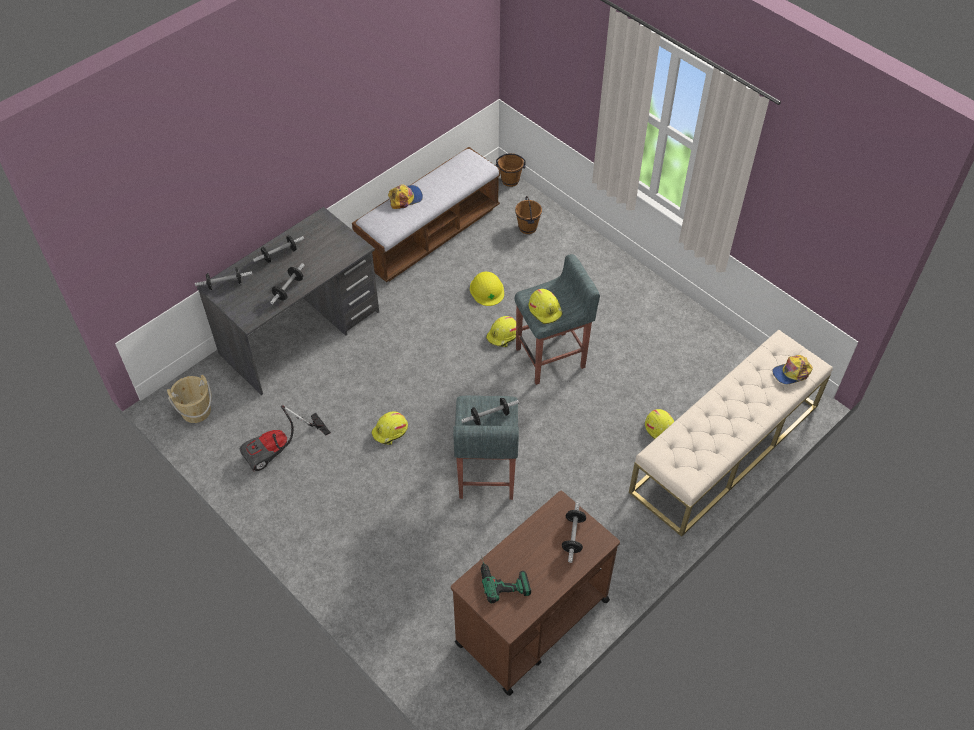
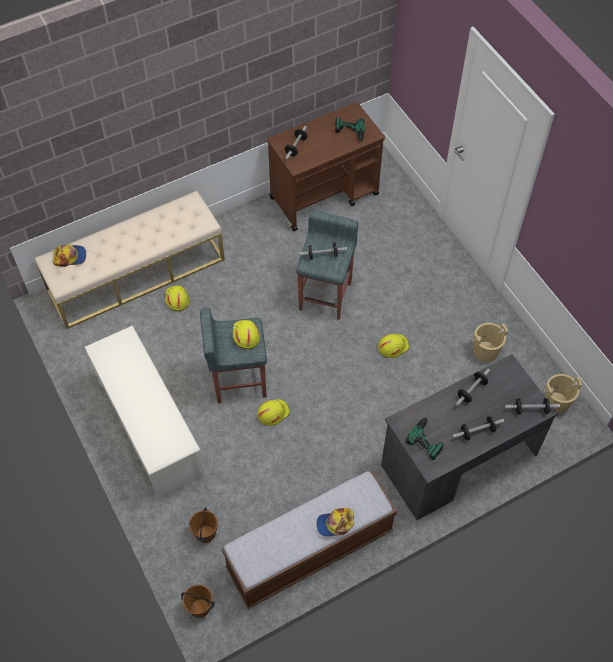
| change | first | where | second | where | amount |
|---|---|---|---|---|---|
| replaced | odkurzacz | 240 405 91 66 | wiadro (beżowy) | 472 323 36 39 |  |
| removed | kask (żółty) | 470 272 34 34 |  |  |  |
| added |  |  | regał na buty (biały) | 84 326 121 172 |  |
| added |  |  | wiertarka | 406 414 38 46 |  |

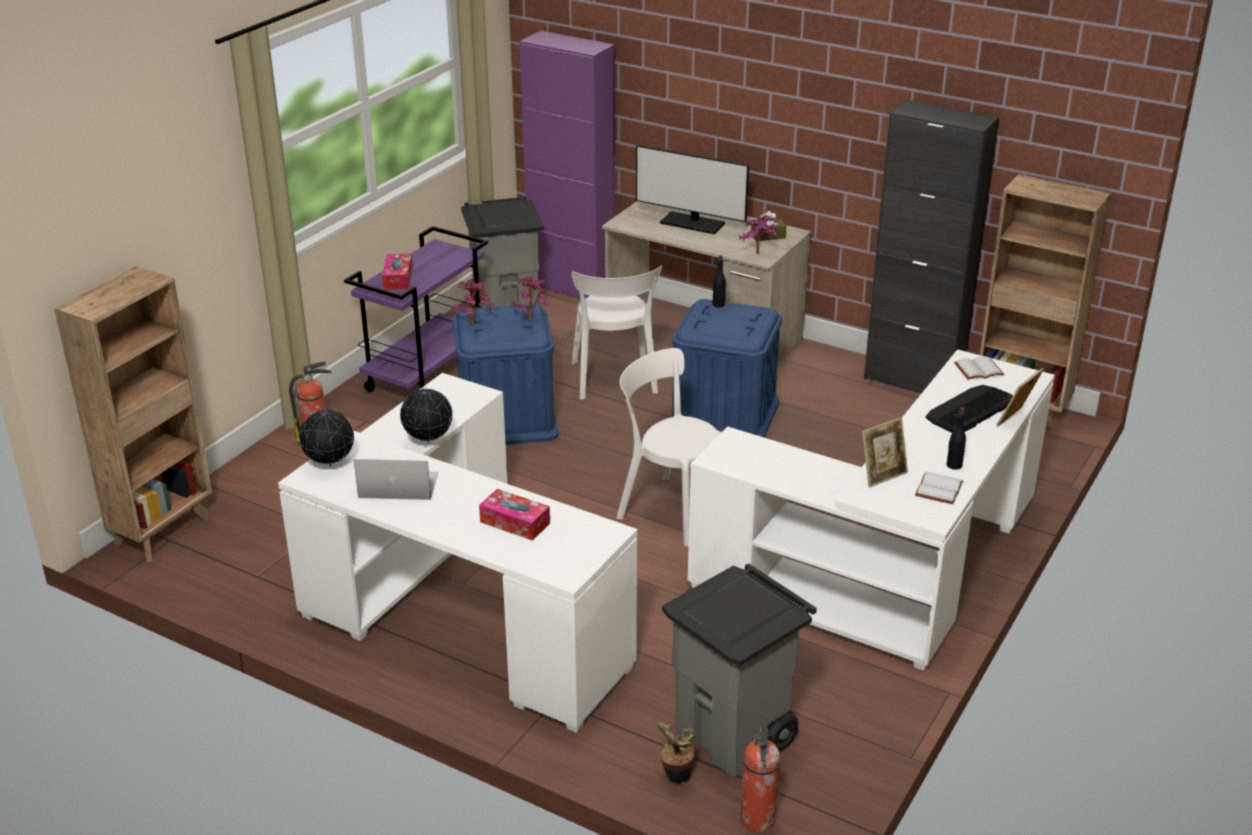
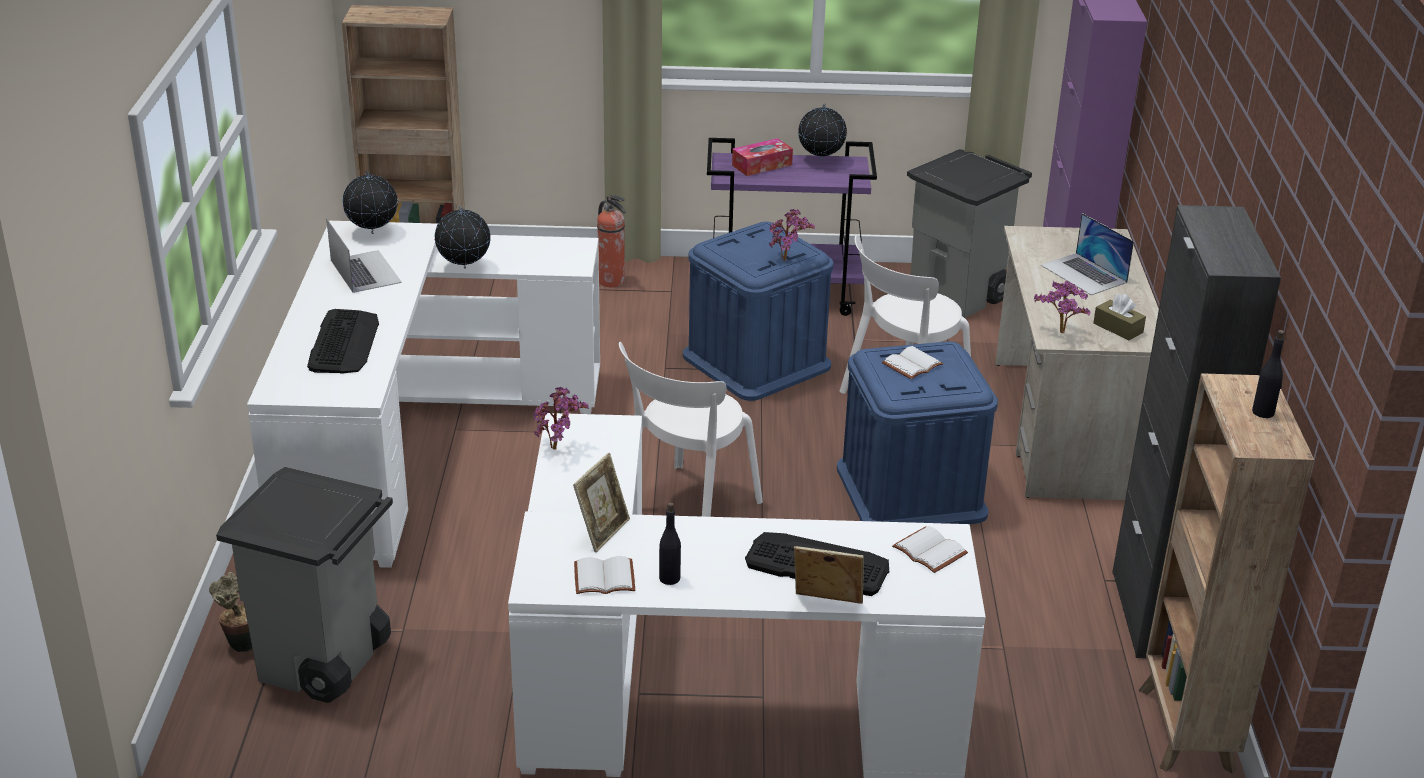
| change | first | where | second | where | amount |
|---|---|---|---|---|---|
| moved | roślina doniczkowa | 453 278 41 46 |  | 534 387 55 62 |  |
| replaced | pudełko chusteczek | 479 489 71 52 | klawiatura | 307 309 72 65 |  |
| turned | krzesło (biały) | 616 348 106 198 |  | 619 342 144 175 | 150 degrees counterclockwise |
| replaced | monitor | 636 145 113 89 | laptop | 1041 213 93 82 |  |
| moved | butelka (czarny) | 713 255 13 53 |  | 1252 330 33 88 |  |
| removed | gaśnica | 741 727 39 105 |  |  |  |
| turned | ramka na zdjęcie | 862 417 46 71 |  | 573 453 57 100 | 90 degrees counterclockwise |
| added |  |  | globus | 798 103 49 58 |  |
| added |  |  | książka (biały) | 882 346 61 33 |  |

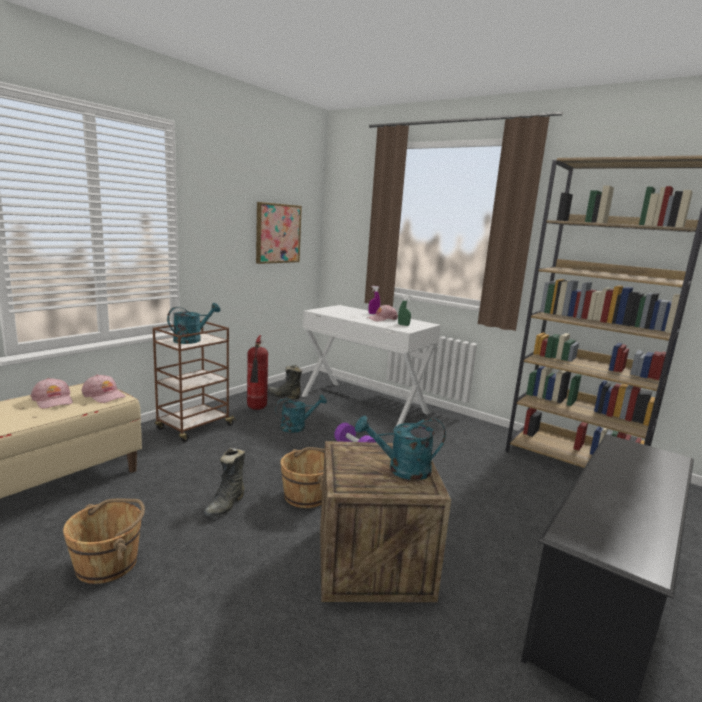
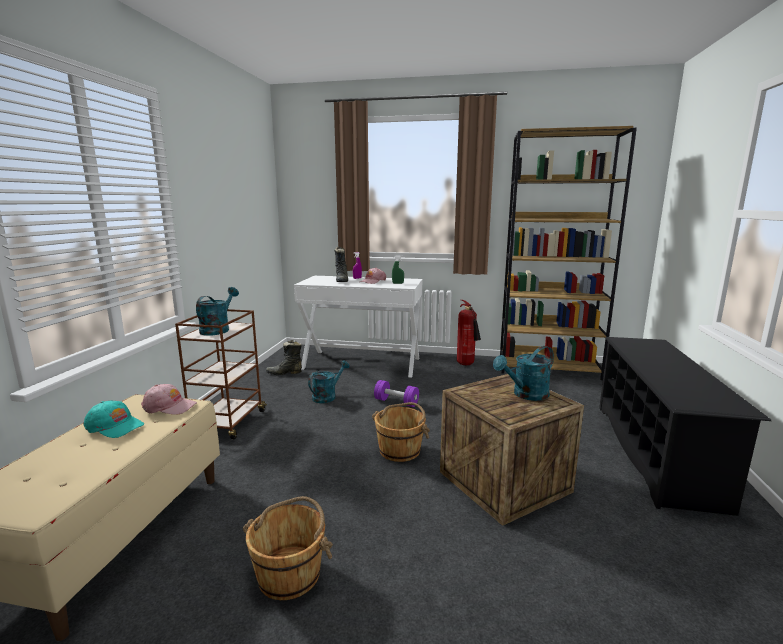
| change | first | where | second | where | amount |
|---|---|---|---|---|---|
| recoloured | czapka z daszkiem (różowy) | 31 378 42 31 | czapka z daszkiem (turkusowy) | 84 401 60 37 |  |
| moved | but z cholewką (czarny) | 203 448 42 69 |  | 335 247 13 35 |  |
| moved | gaśnica | 247 335 21 75 |  | 457 300 24 65 |  |
| removed | obraz | 256 202 46 62 |  |  |  |

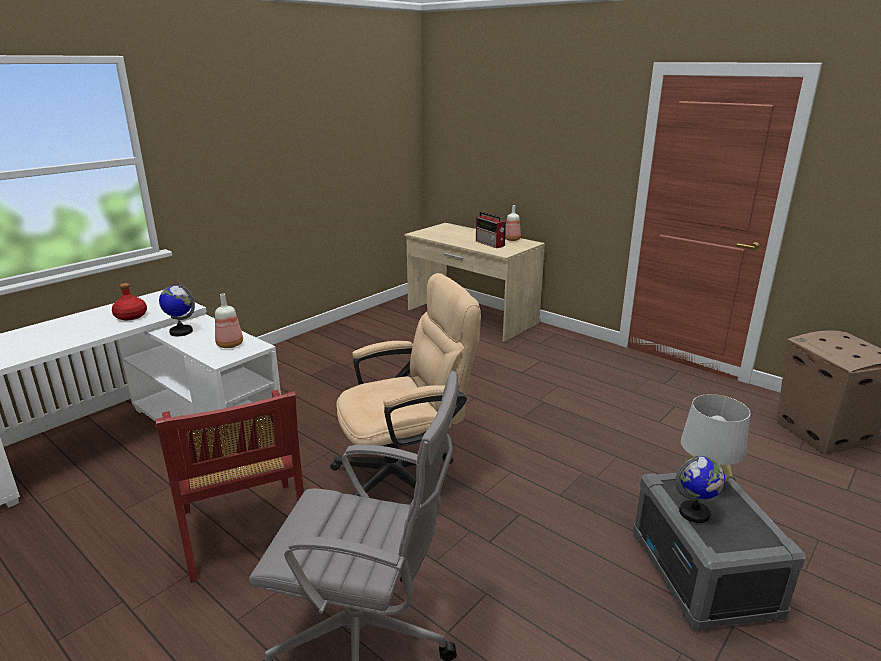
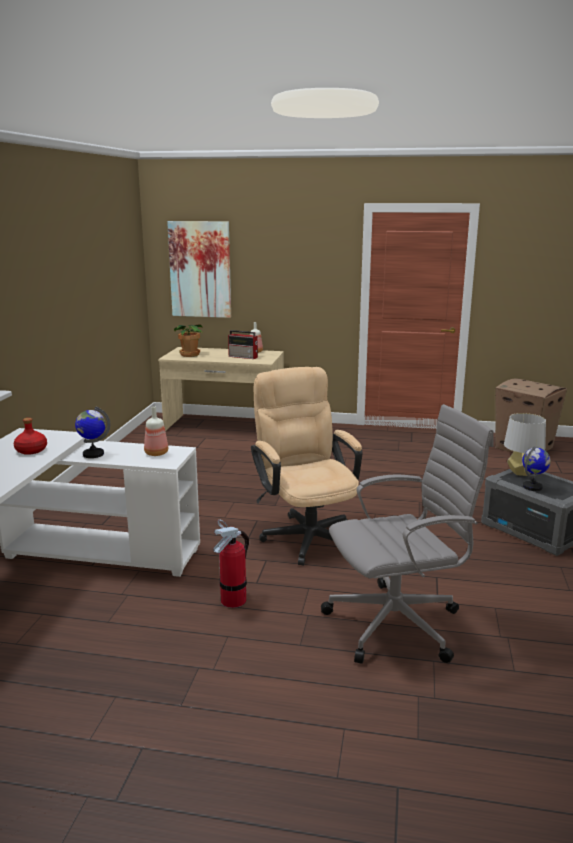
| change | first | where | second | where | amount |
|---|---|---|---|---|---|
| replaced | krzesło (czerwony) | 155 390 149 192 | gaśnica | 213 520 36 88 |  |
| turned | krzesło biurowe (beżowy) | 330 273 151 223 |  | 251 367 112 199 | 60 degrees counterclockwise |
| added |  |  | obraz | 167 221 64 97 |  |
| added |  |  | roślina doniczkowa | 174 324 29 33 |  |

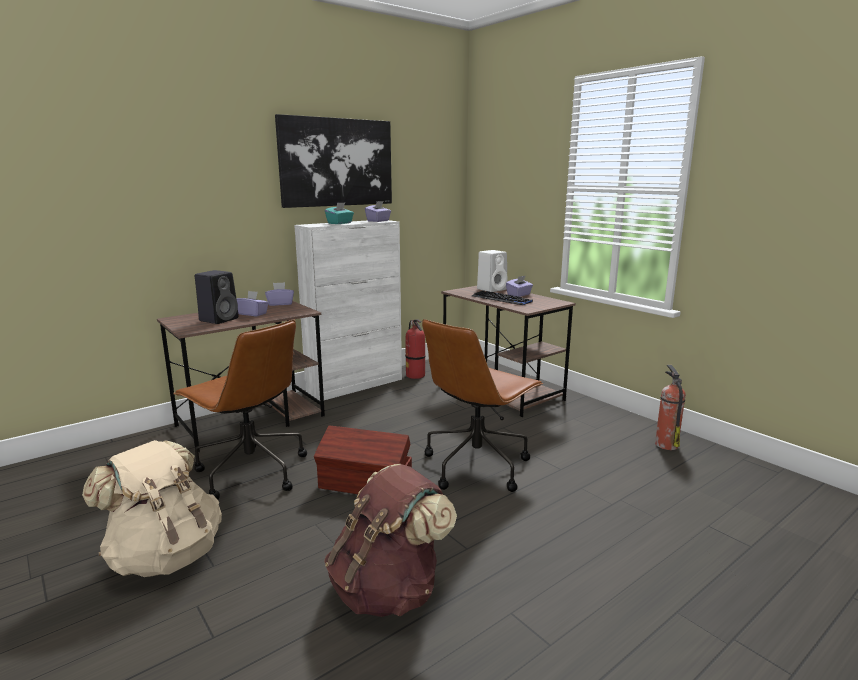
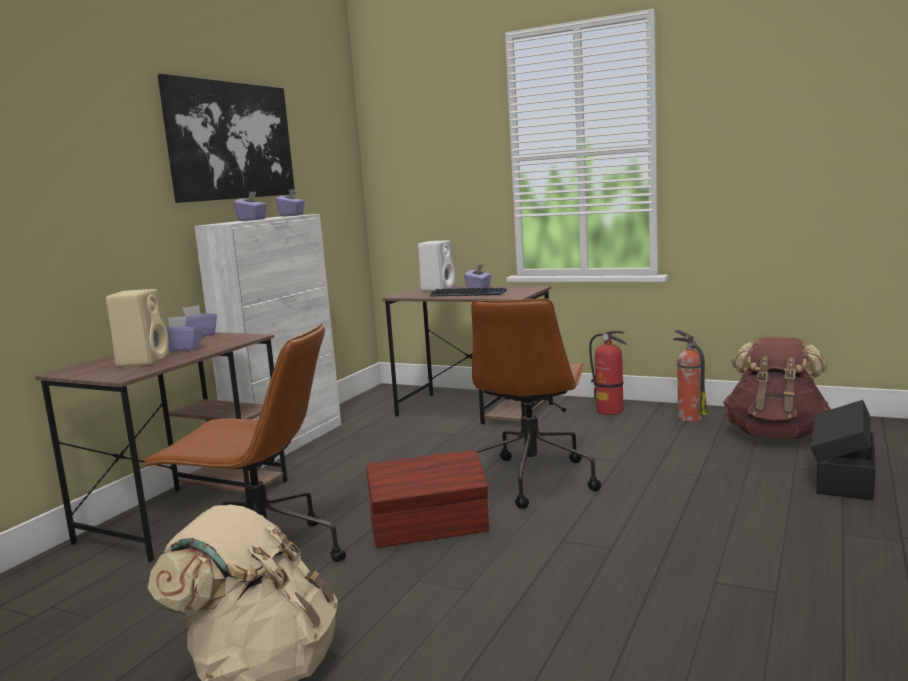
| change | first | where | second | where | amount |
|---|---|---|---|---|---|
| recoloured | głośnik (czarny) | 195 270 44 54 | głośnik (beżowy) | 106 289 63 78 |  |
| moved | plecak (brązowy) | 324 464 133 153 |  | 723 337 108 102 |  |
| recoloured | pudełko chusteczek (turkusowy) | 325 202 29 22 | pudełko chusteczek (fioletowy) | 234 191 34 30 |  |
| moved | gaśnica | 405 319 20 60 |  | 589 331 37 84 |  |
| added |  |  | pojemnik do przechowywania (czarny) | 810 400 66 100 |  |

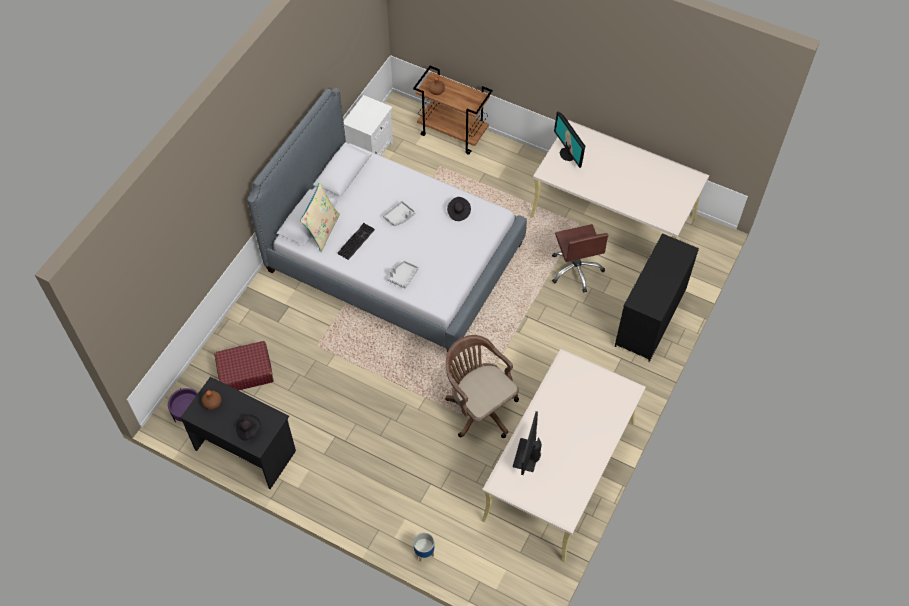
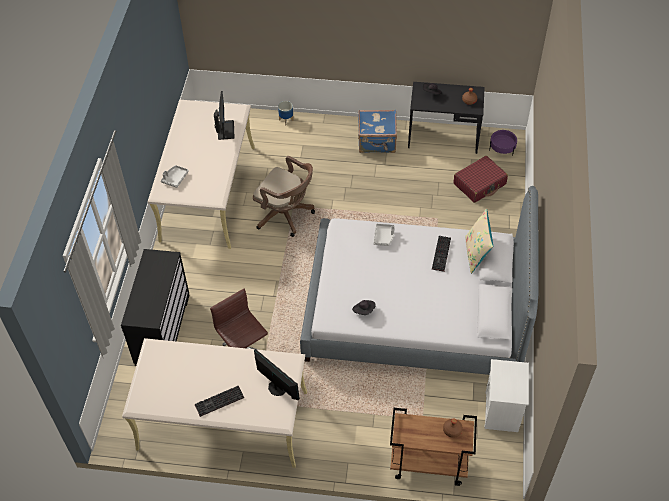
| change | first | where | second | where | amount |
|---|---|---|---|---|---|
| moved | taca (szary) | 383 201 33 25 |  | 161 165 28 23 |  |
| added |  |  | klawiatura | 195 386 49 31 |  |
| added |  |  | walizka (niebieski) | 358 110 39 43 |  |

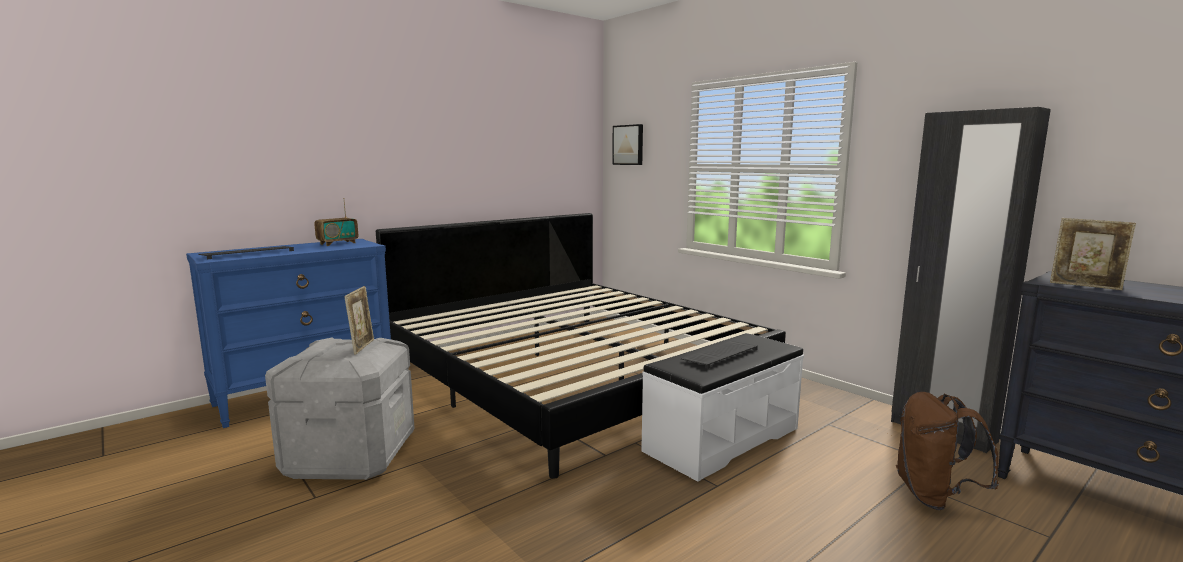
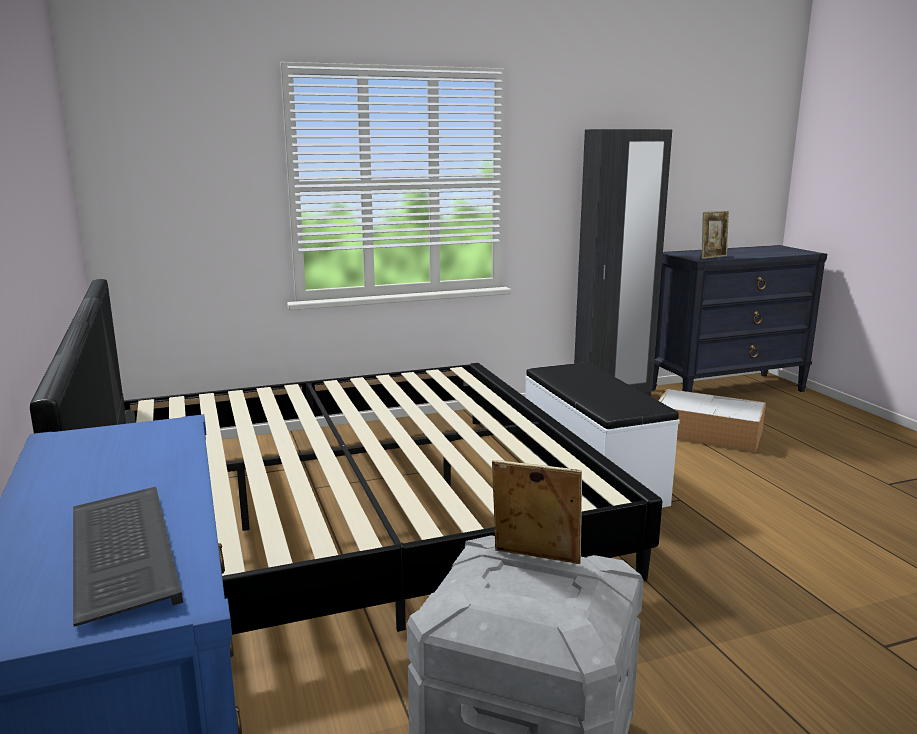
| change | first | where | second | where | amount |
|---|---|---|---|---|---|
| removed | radio | 314 198 44 48 |  |  |  |
| removed | obraz | 612 124 31 41 |  |  |  |
| removed | klawiatura | 681 341 77 28 |  |  |  |
| replaced | plecak (brązowy) | 896 392 103 118 | pojemnik do przechowywania | 658 389 108 63 |  |

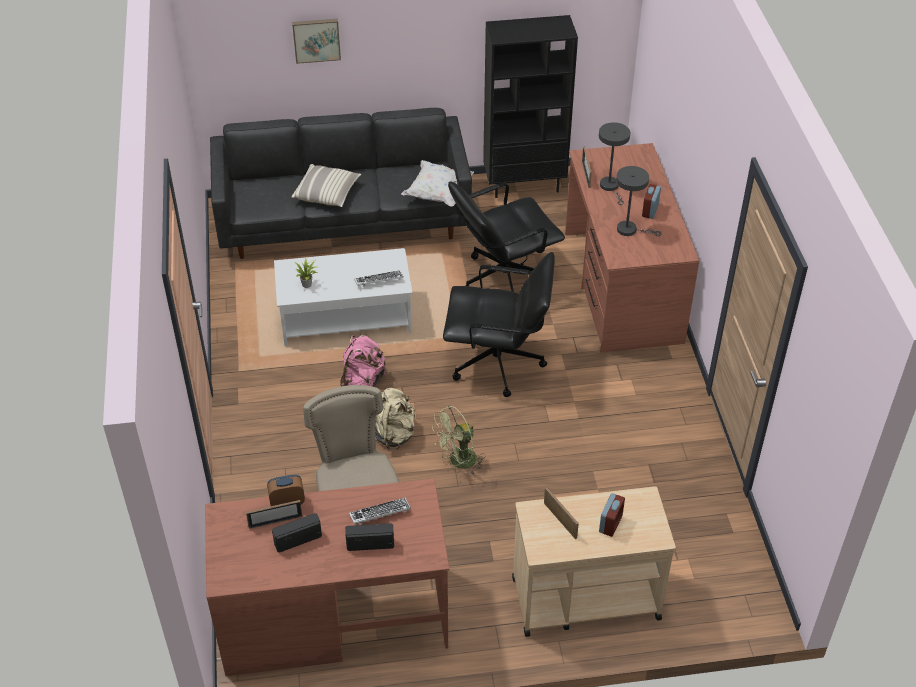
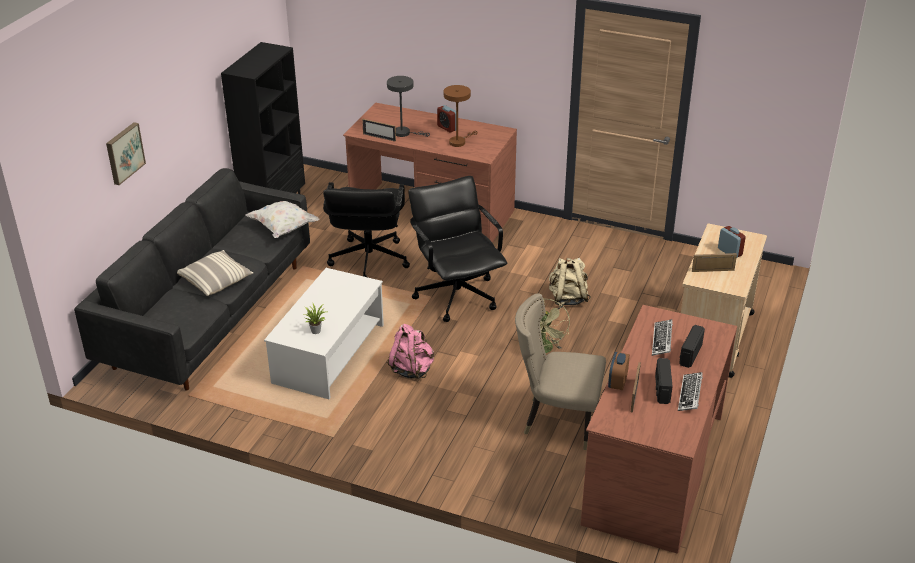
| change | first | where | second | where | amount |
|---|---|---|---|---|---|
| moved | klawiatura | 354 270 49 17 |  | 678 372 25 39 |  |
| moved | plecak (beżowy) | 375 388 40 61 |  | 549 258 42 48 |  |
| turned | krzesło biurowe (czarny) | 443 252 112 145 |  | 408 176 99 146 | 60 degrees counterclockwise |
| recoloured | lampa stołowa (szary) | 616 166 46 70 | lampa stołowa (brązowy) | 444 85 34 62 |  |

